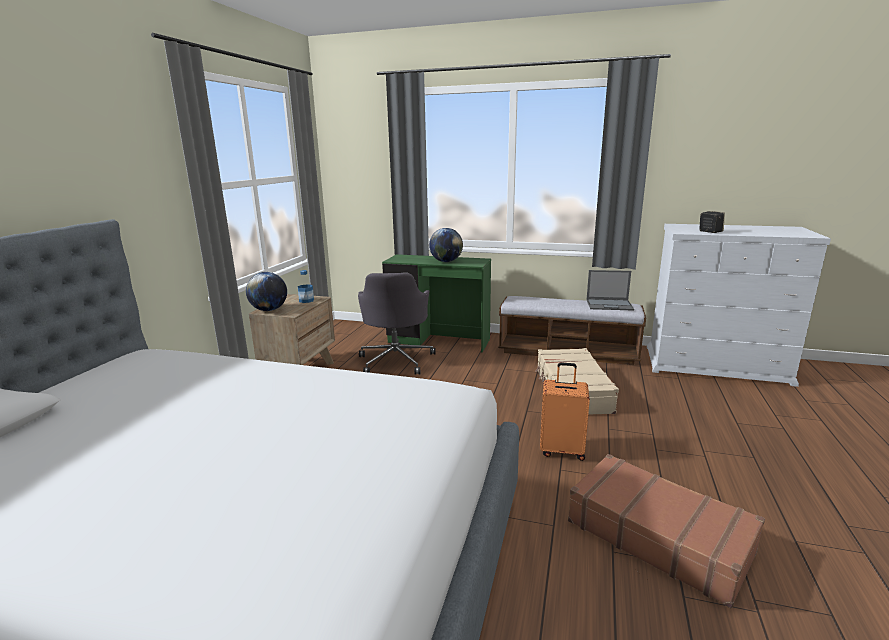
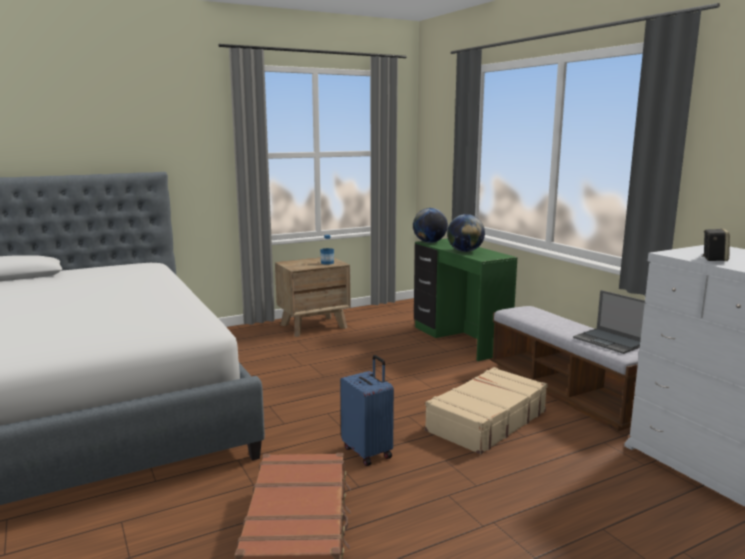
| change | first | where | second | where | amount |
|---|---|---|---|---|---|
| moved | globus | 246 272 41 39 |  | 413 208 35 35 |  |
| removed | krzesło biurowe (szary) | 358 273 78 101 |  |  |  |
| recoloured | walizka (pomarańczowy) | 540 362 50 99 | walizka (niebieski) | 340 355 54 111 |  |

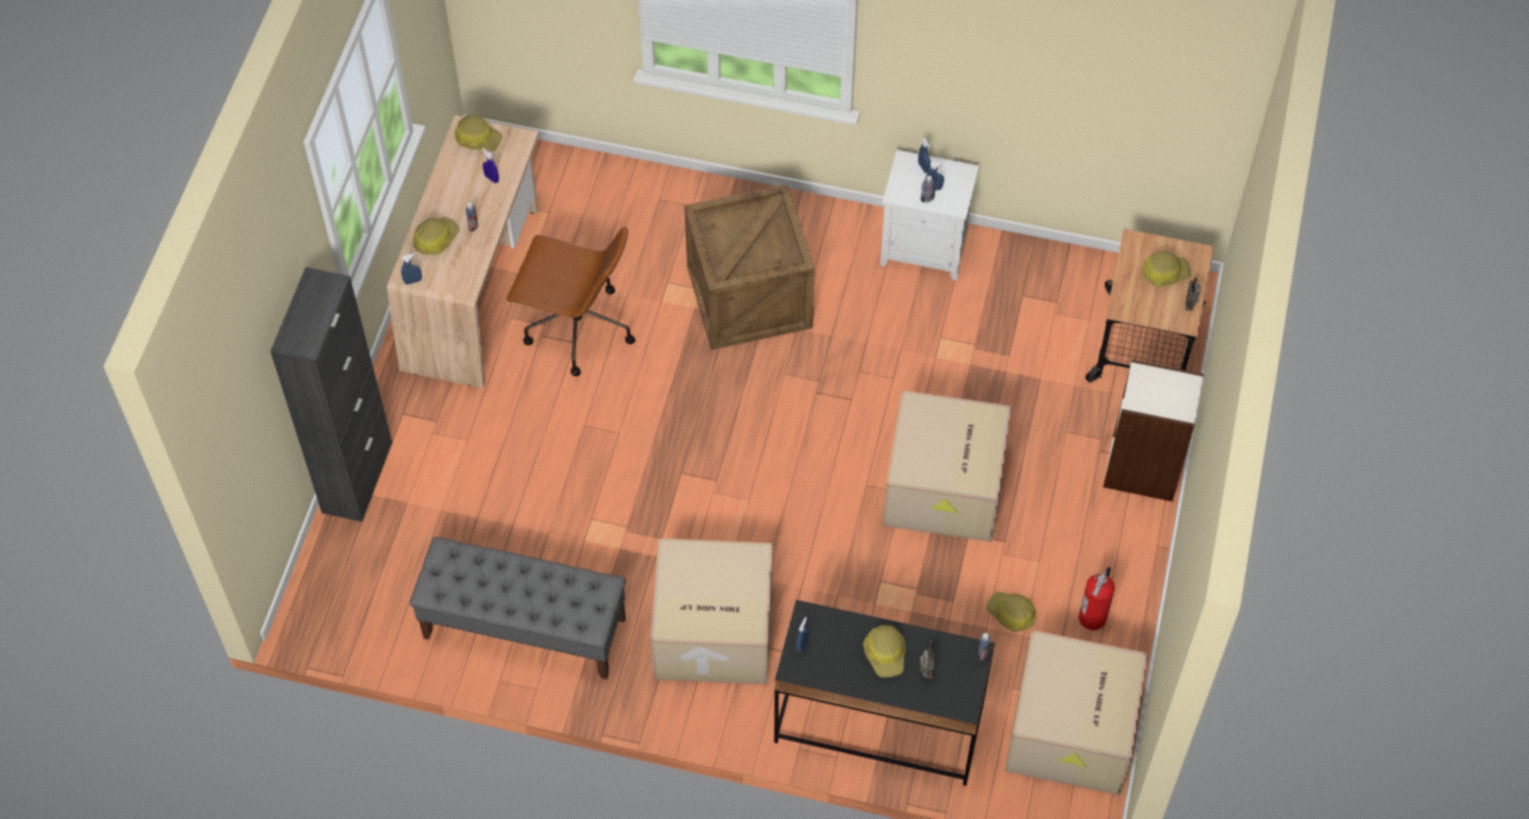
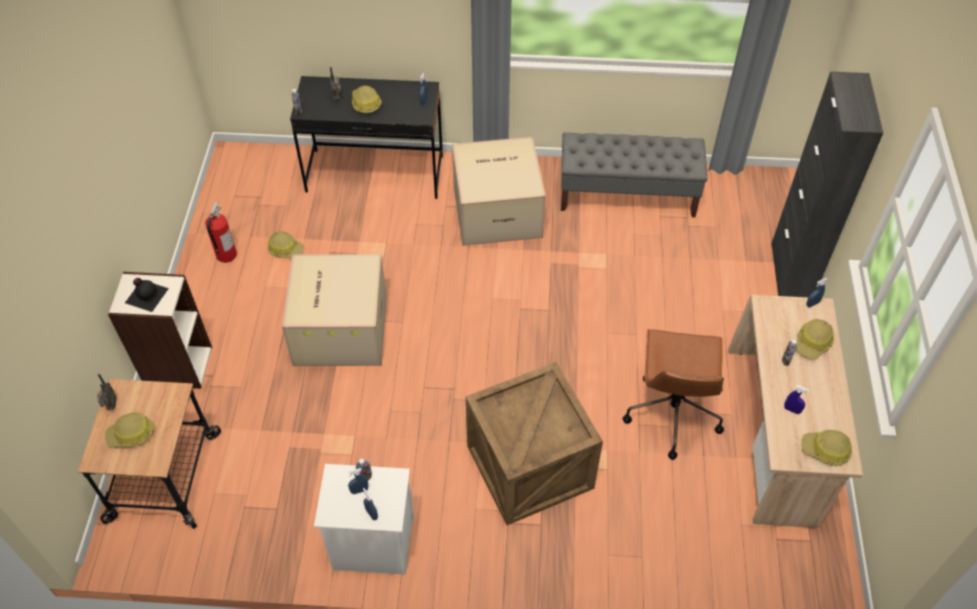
| change | first | where | second | where | amount |
|---|---|---|---|---|---|
| turned | krzesło biurowe (brązowy) | 506 226 129 150 |  | 623 329 101 131 | 90 degrees counterclockwise |
| removed | karton | 1005 630 143 165 |  |  |  |
| added |  |  | butelka (czarny) | 125 278 44 34 |  |

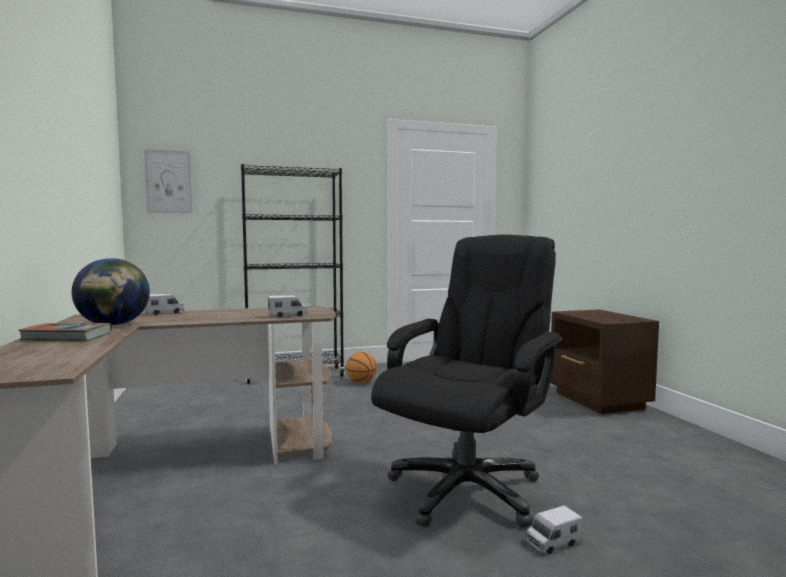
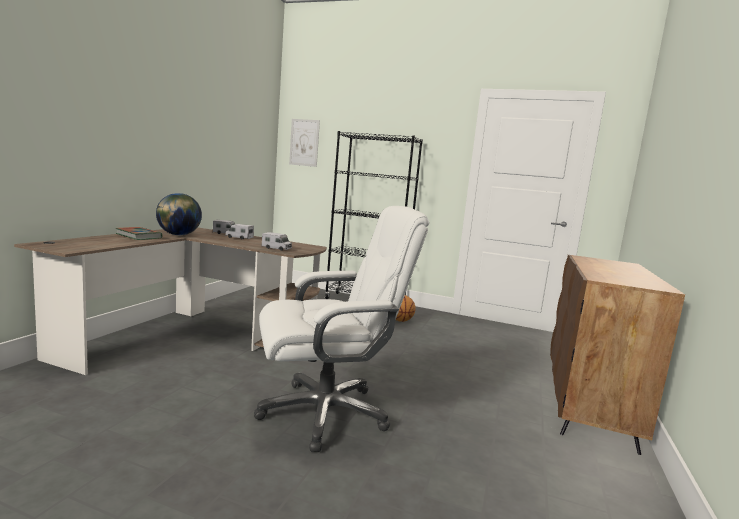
| change | first | where | second | where | amount |
|---|---|---|---|---|---|
| recoloured | krzesło biurowe (czarny) | 371 234 192 294 | krzesło biurowe (biały) | 254 206 175 246 |  |
| moved | ciężarówka zabawkowa | 526 506 56 48 |  | 225 224 29 15 |  |
| replaced | szafka nocna (brązowy) | 550 309 109 105 | szafka (brązowy) | 550 255 135 200 |  |

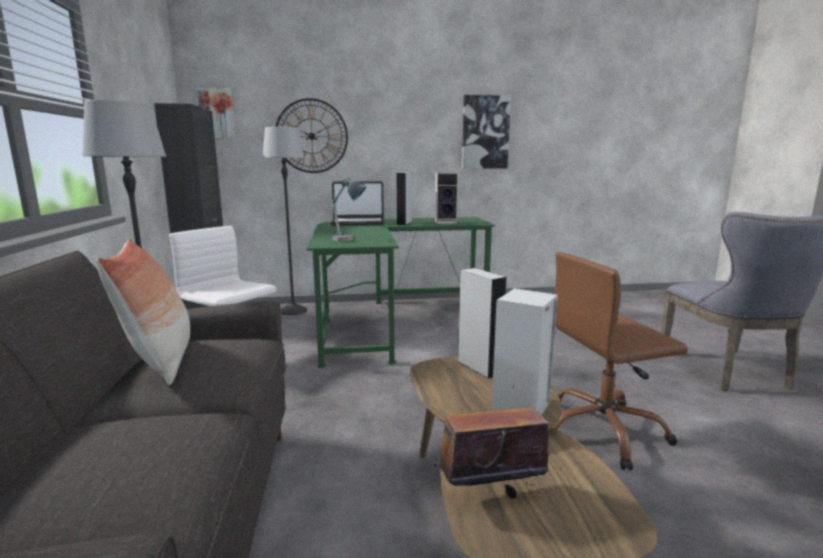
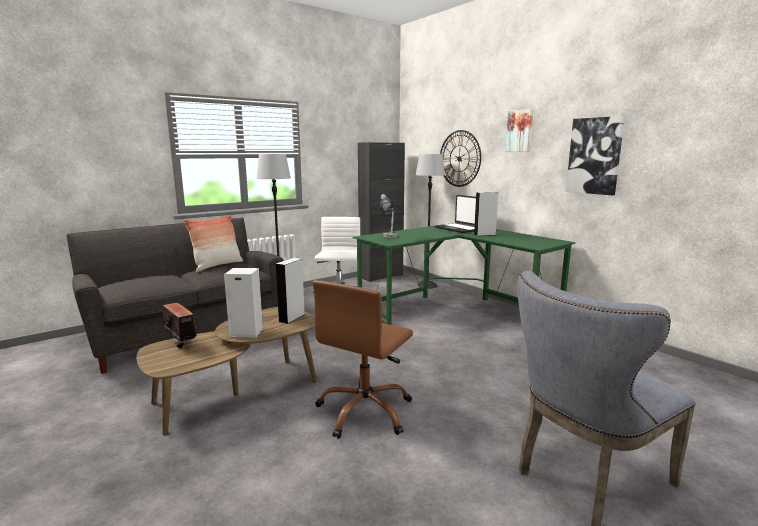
| change | first | where | second | where | amount |
|---|---|---|---|---|---|
| moved | obraz | 197 88 38 50 |  | 505 109 28 43 |  |
| removed | głośnik | 435 172 23 52 |  |  |  |
| turned | krzesło biurowe (brązowy) | 552 252 136 218 |  | 313 280 100 159 | 105 degrees counterclockwise |

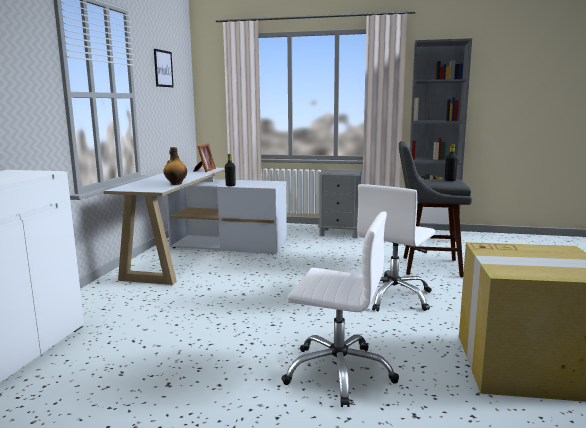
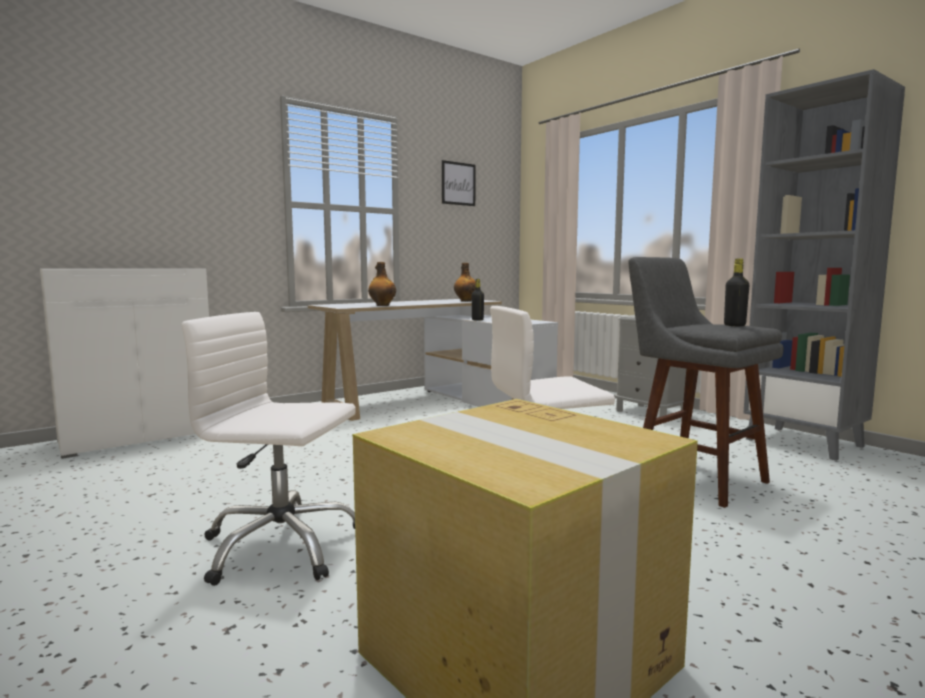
| change | first | where | second | where | amount |
|---|---|---|---|---|---|
| replaced | ramka na zdjęcie | 193 144 23 28 | butelka | 454 263 22 39 |  |
| turned | krzesło biurowe (biały) | 281 212 118 195 |  | 182 312 174 274 | 135 degrees clockwise |

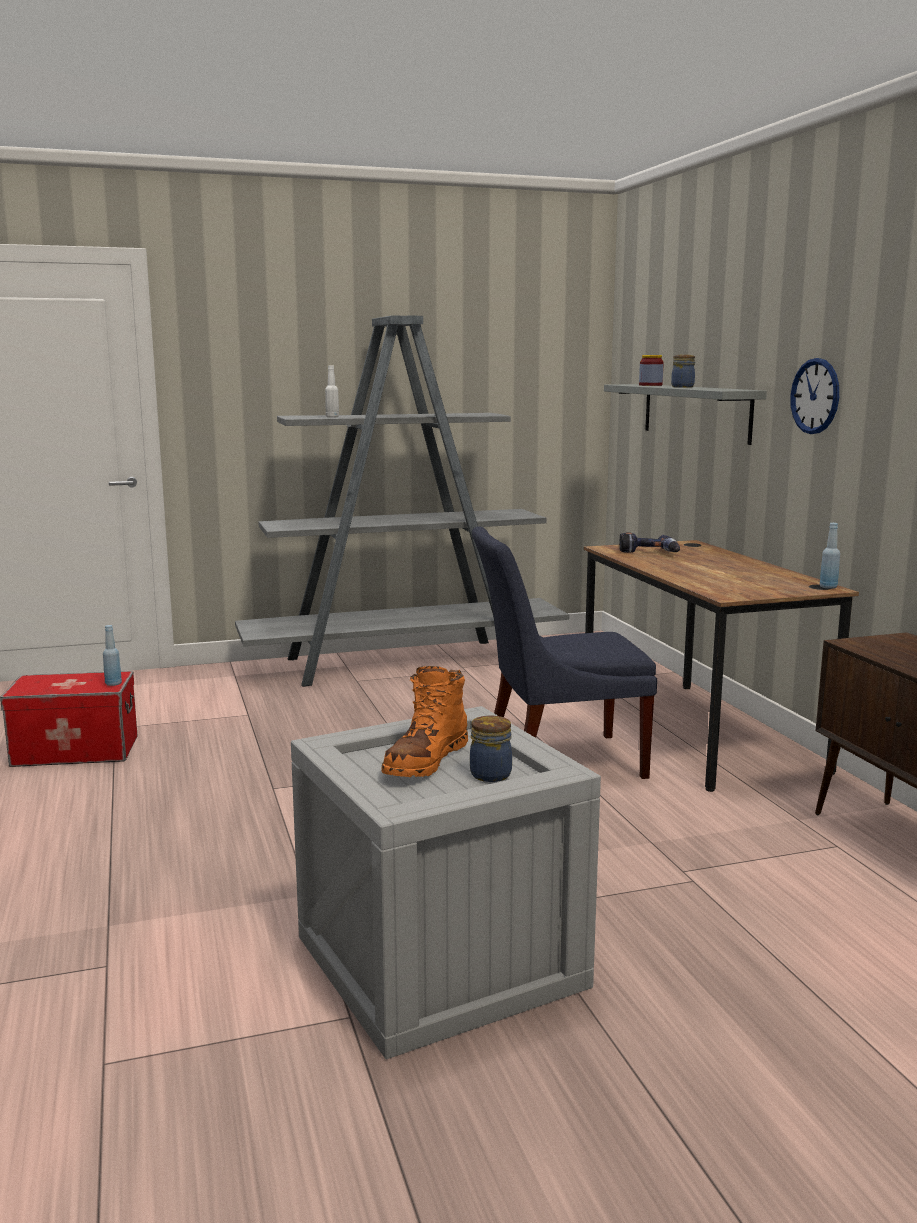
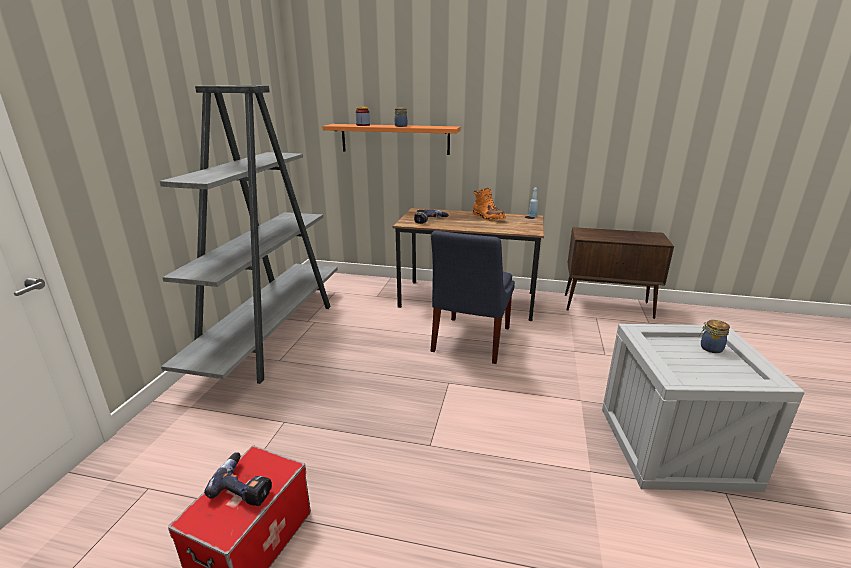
| change | first | where | second | where | amount |
|---|---|---|---|---|---|
| removed | butelka (niebieski) | 103 625 19 61 |  |  |  |
| removed | butelka (biały) | 325 366 14 52 |  |  |  |
| moved | but z cholewką (pomarańczowy) | 381 666 87 111 |  | 473 187 33 34 |  |
| recoloured | półka (szary) | 604 384 163 61 | półka (pomarańczowy) | 322 124 139 31 |  |
| removed | zegar ścienny | 790 358 49 76 |  |  |  |
| added |  |  | wiertarka | 204 452 68 54 |  |

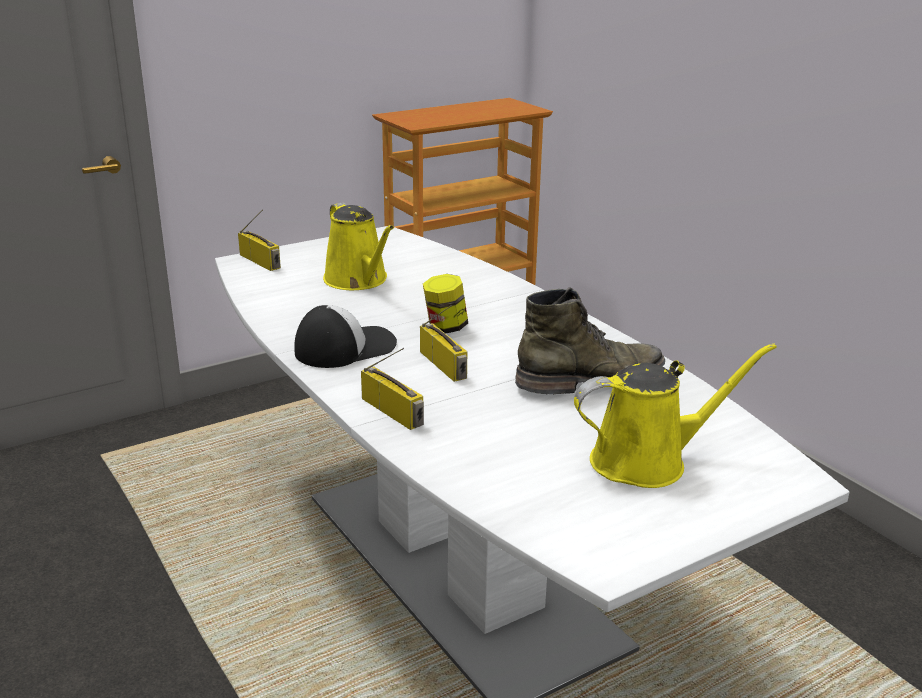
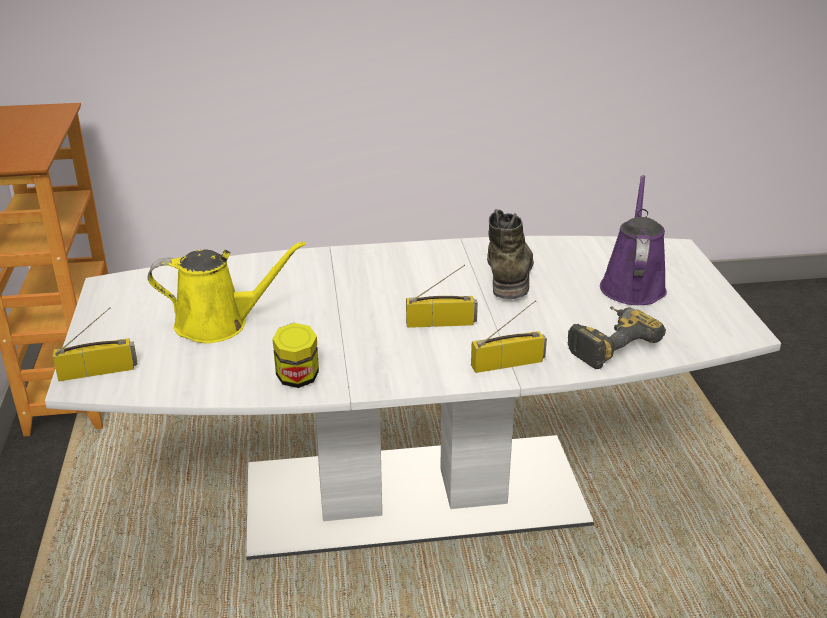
| change | first | where | second | where | amount |
|---|---|---|---|---|---|
| removed | czapka z daszkiem | 294 305 103 63 |  |  |  |
| moved | słoik | 423 274 45 60 |  | 272 323 47 65 |  |
| recoloured | konewka (żółty) | 574 343 203 145 | konewka (fioletowy) | 600 175 67 130 |  |
| added |  |  | wiertarka | 568 306 98 63 |  |

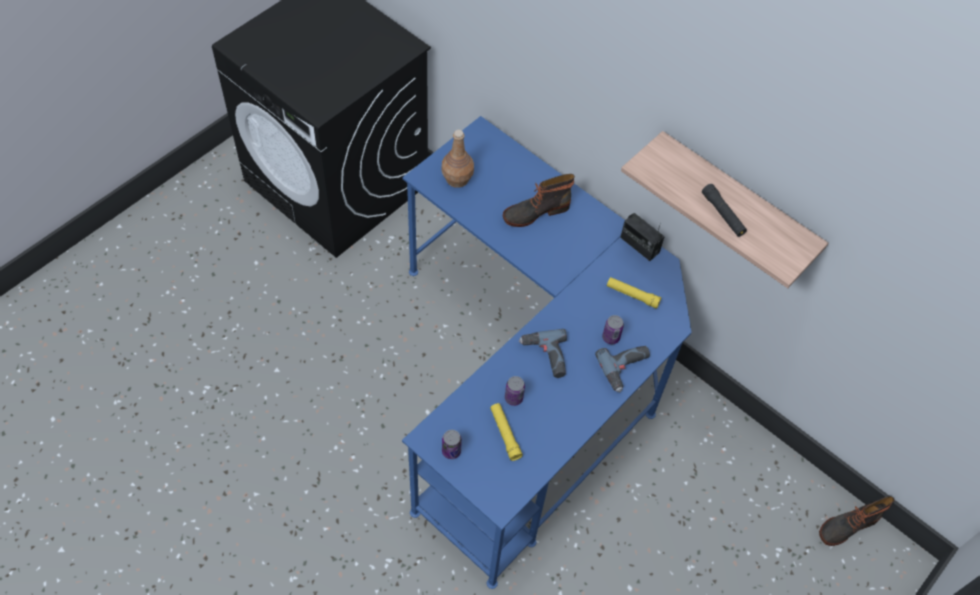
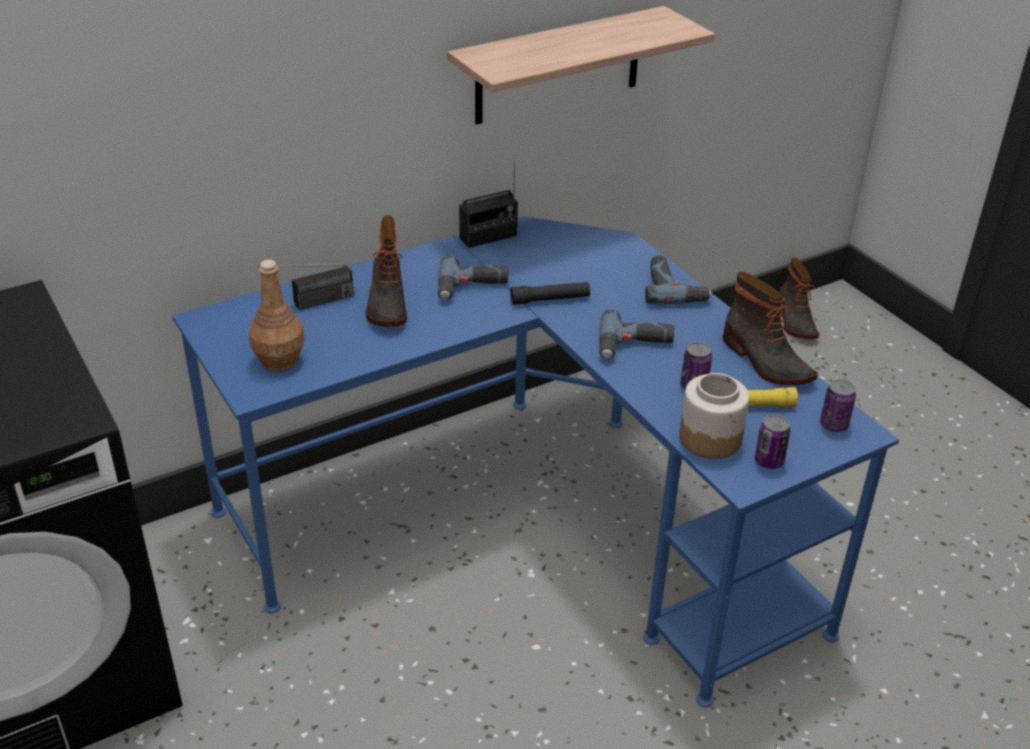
| change | first | where | second | where | amount |
|---|---|---|---|---|---|
| moved | puszka | 602 315 22 29 |  | 820 379 36 53 |  |
| removed | latarka (żółty) | 607 277 54 32 |  |  |  |
| moved | latarka (czarny) | 702 184 45 53 |  | 510 282 80 23 |  |
| added |  |  | radio | 258 264 96 46 |  |
| added |  |  | wiertarka | 438 255 70 45 |  |
| added |  |  | słoik | 679 373 70 86 |  |
| added |  |  | but z cholewką | 723 272 95 113 |  |

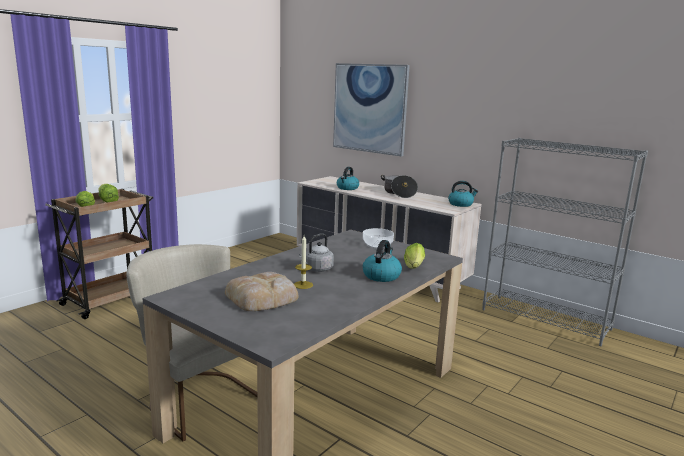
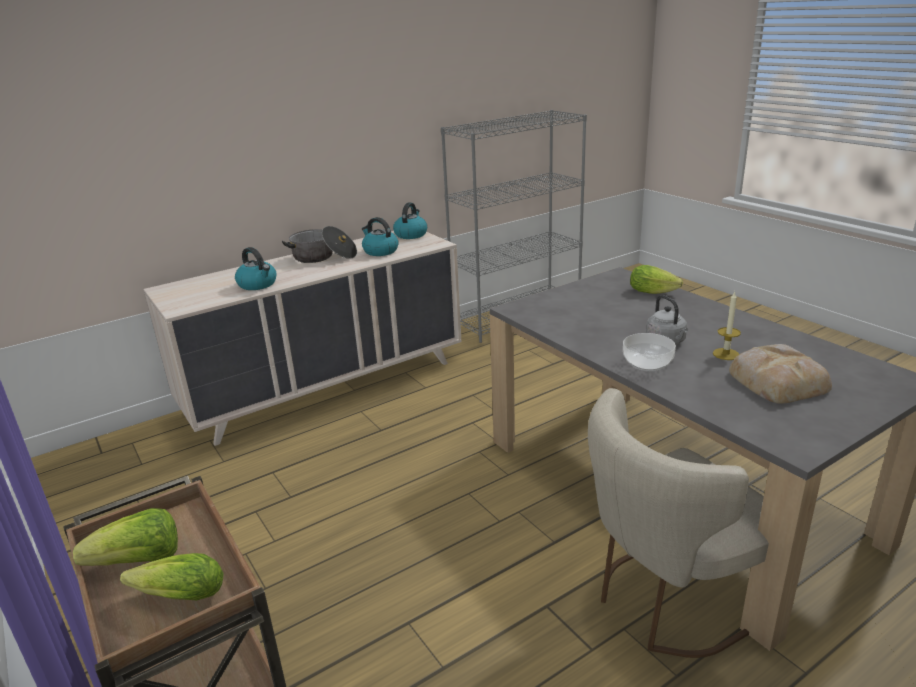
| change | first | where | second | where | amount |
|---|---|---|---|---|---|
| removed | obraz | 333 63 77 94 |  |  |  |
| moved | miska | 363 228 31 21 |  | 623 333 53 38 |  |
| moved | czajnik | 363 240 39 42 |  | 362 217 37 39 |  |

